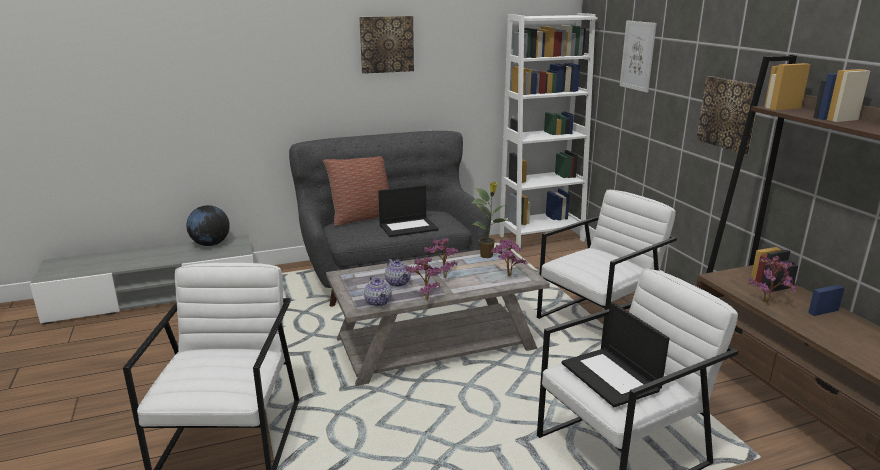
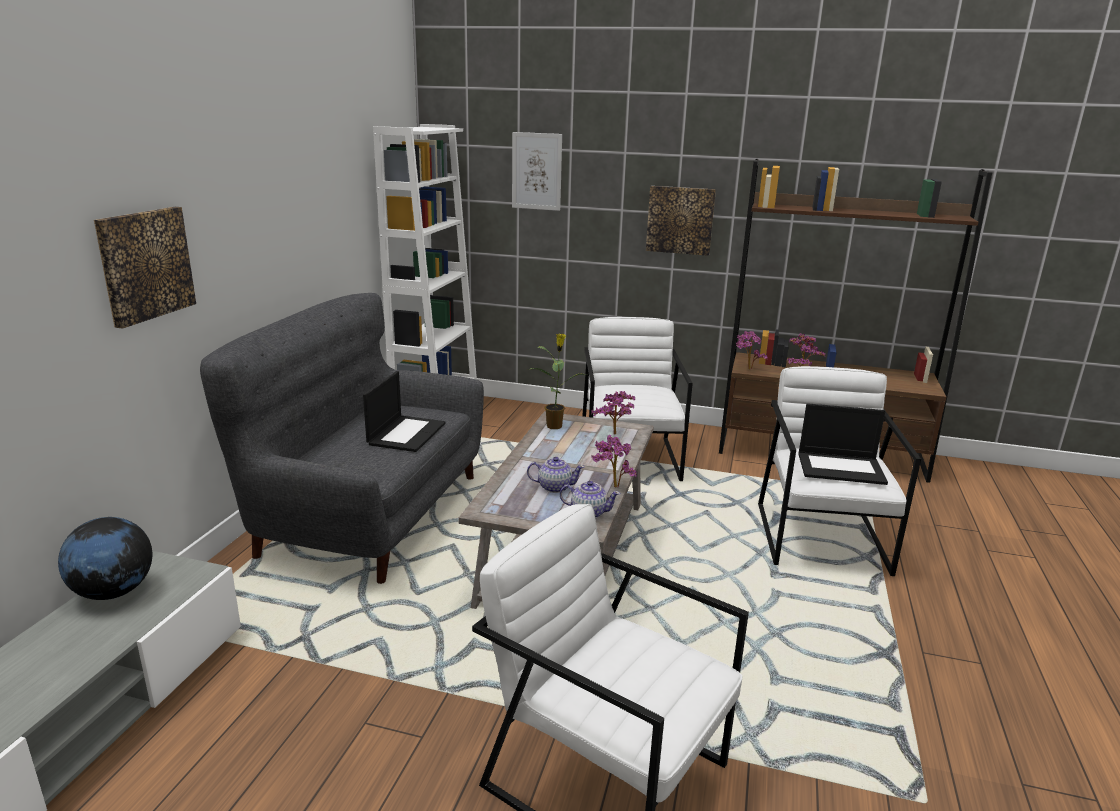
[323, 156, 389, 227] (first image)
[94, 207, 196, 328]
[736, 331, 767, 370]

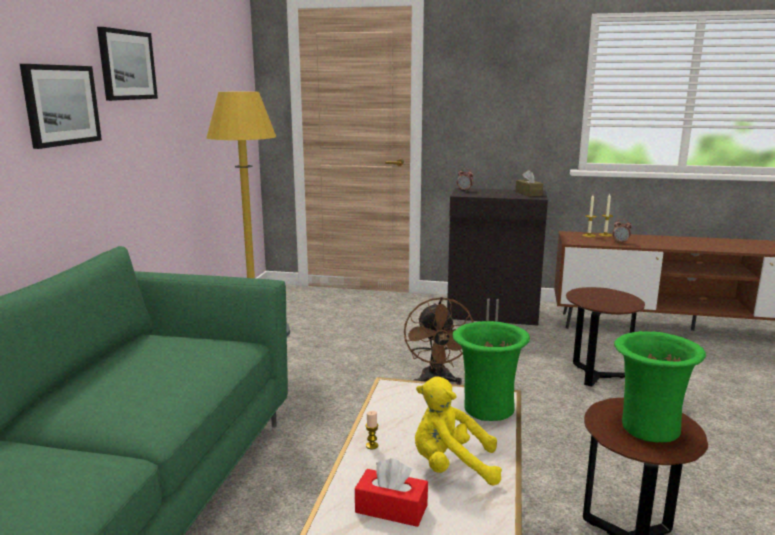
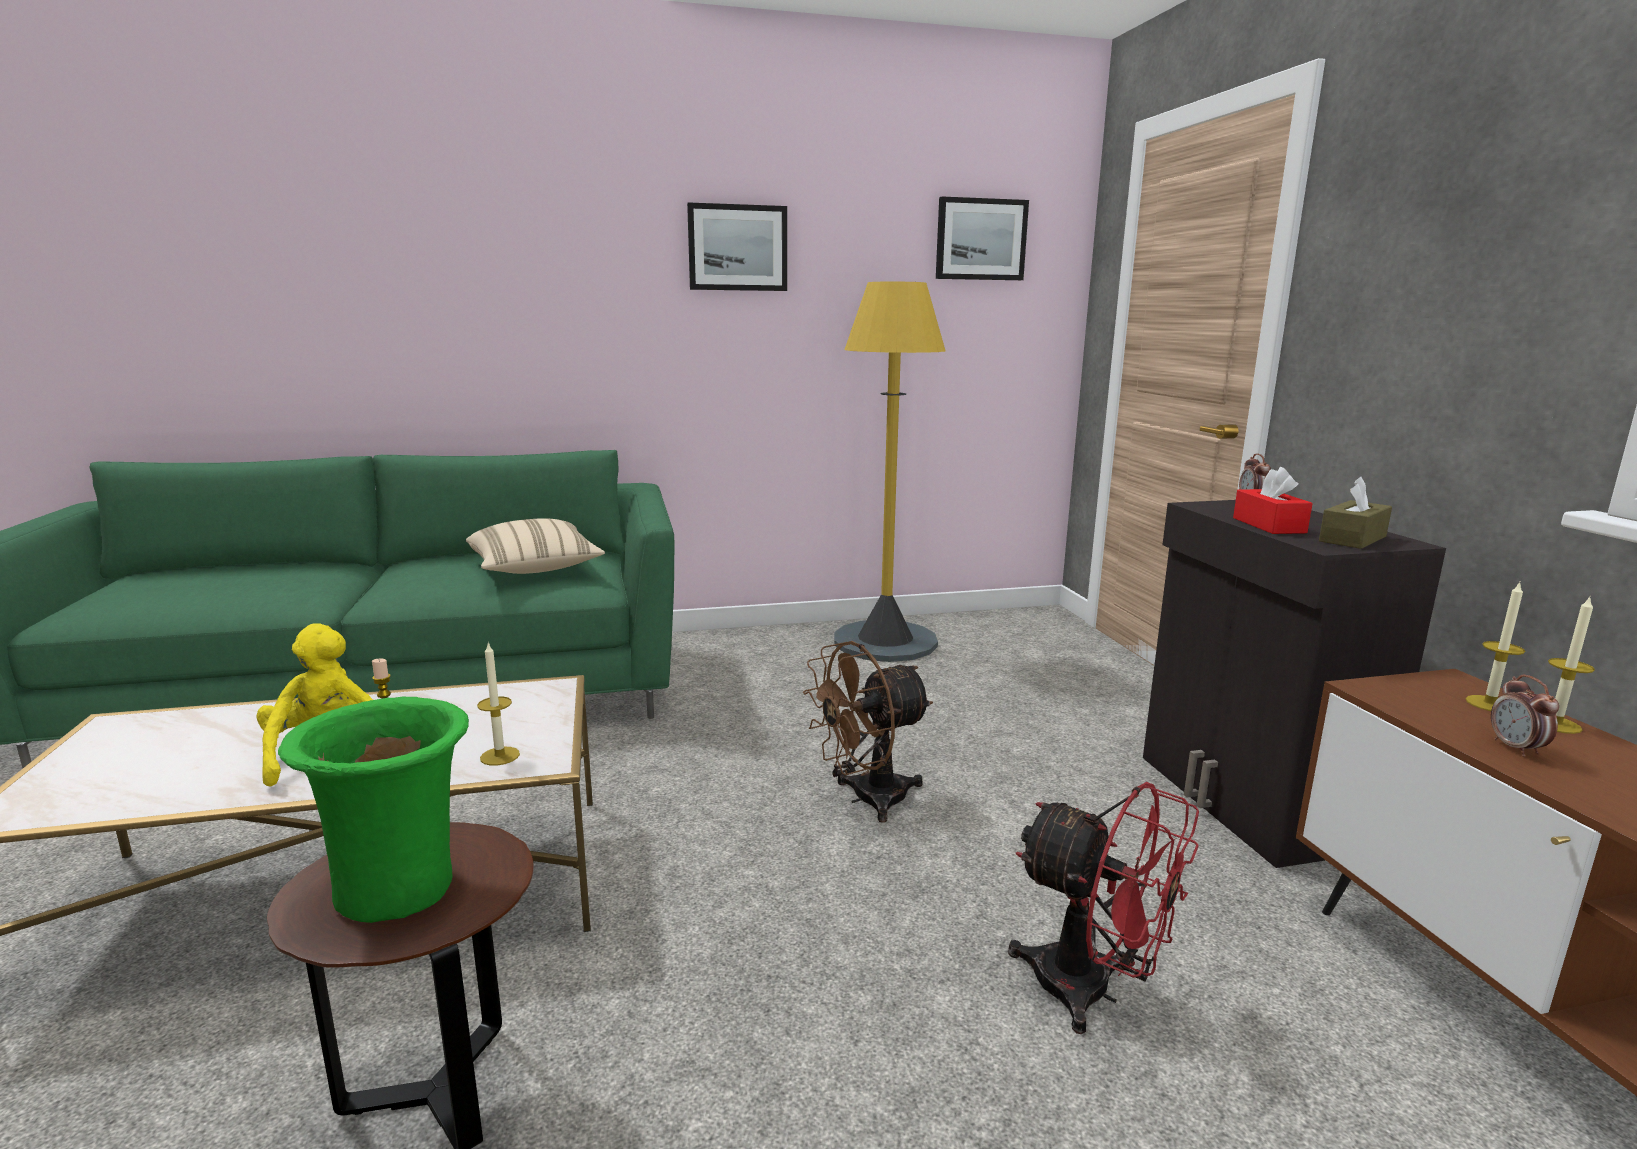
[936, 197, 1029, 280]
[1233, 467, 1313, 534]
[477, 643, 520, 766]
[1008, 782, 1199, 1034]
[466, 518, 605, 574]

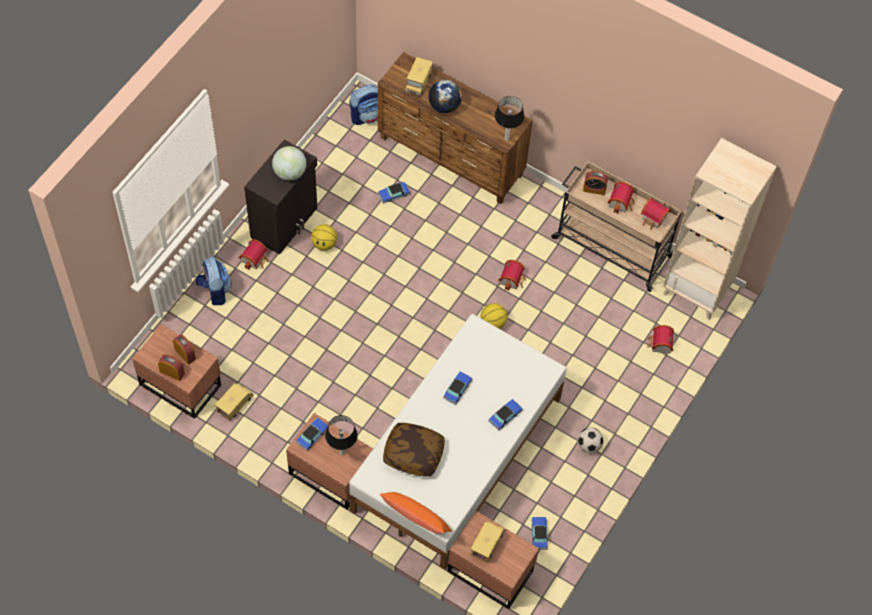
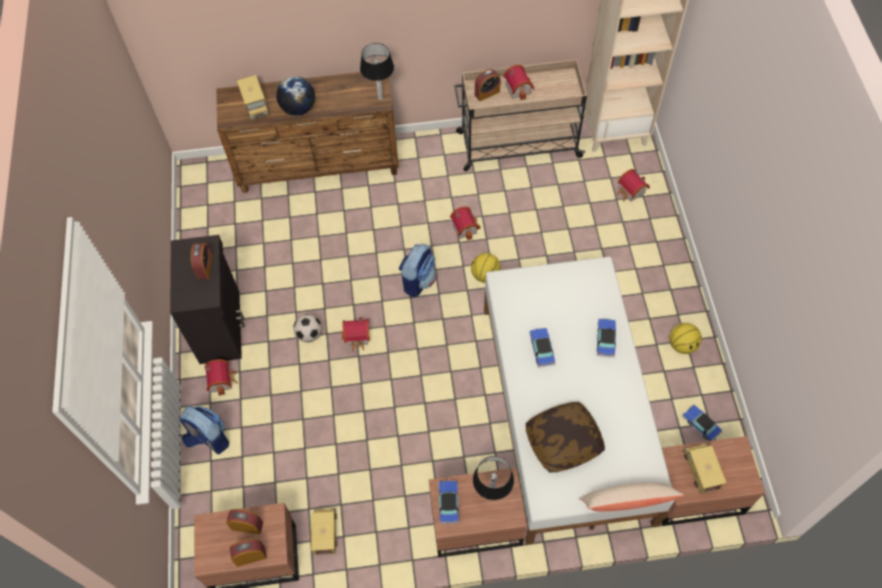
[191, 243, 213, 279]
[669, 323, 702, 354]
[399, 244, 436, 297]
[378, 182, 410, 204] (first image)
[579, 482, 684, 512]
[293, 314, 322, 342]
[342, 317, 370, 351]

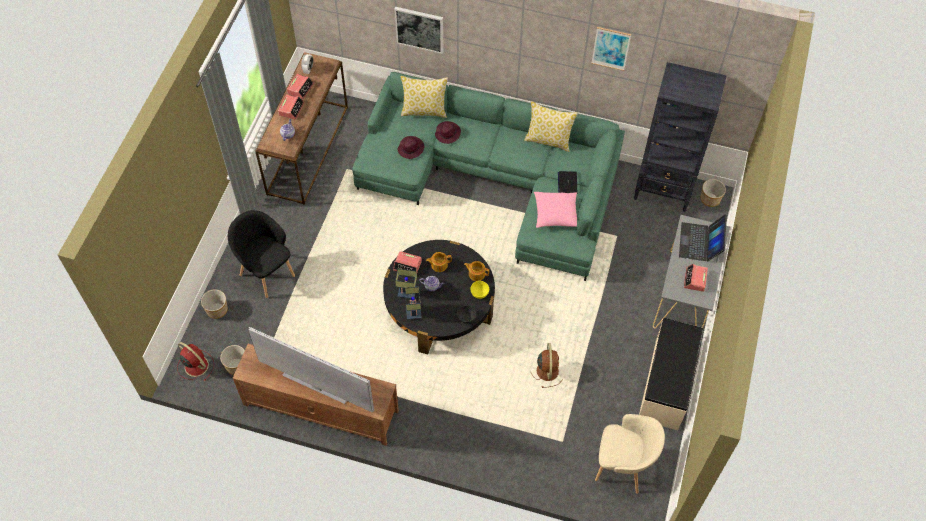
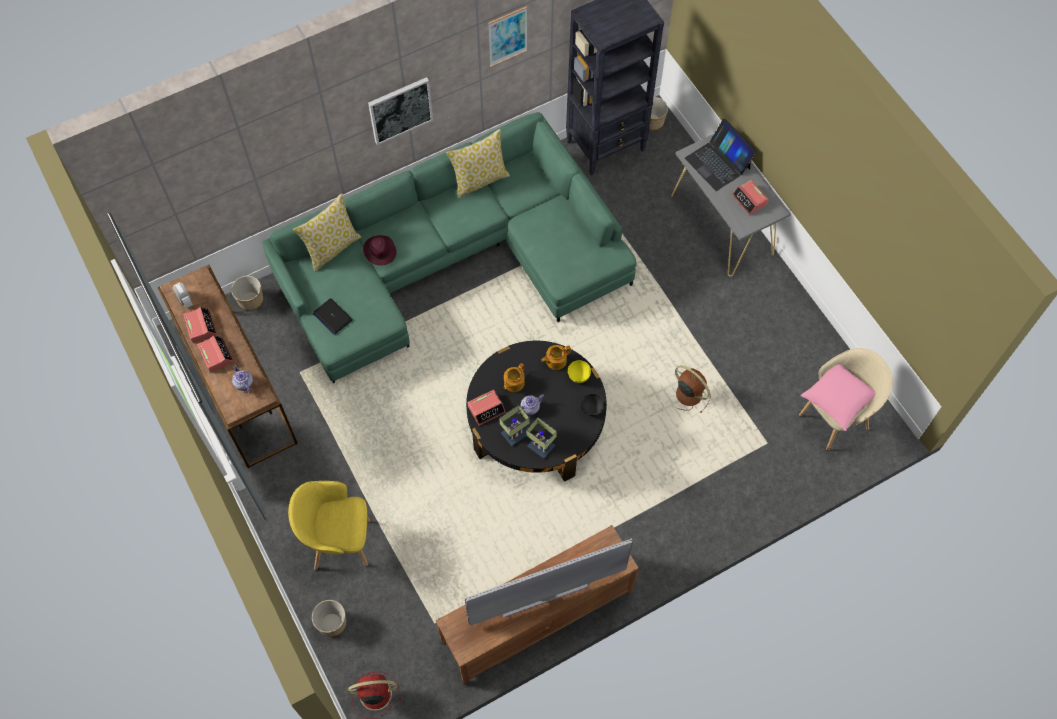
[231, 276, 263, 310]
[288, 481, 371, 570]
[368, 77, 433, 145]
[397, 136, 424, 159] (first image)
[800, 365, 875, 431]
[313, 298, 353, 334]
[639, 318, 704, 430] (first image)

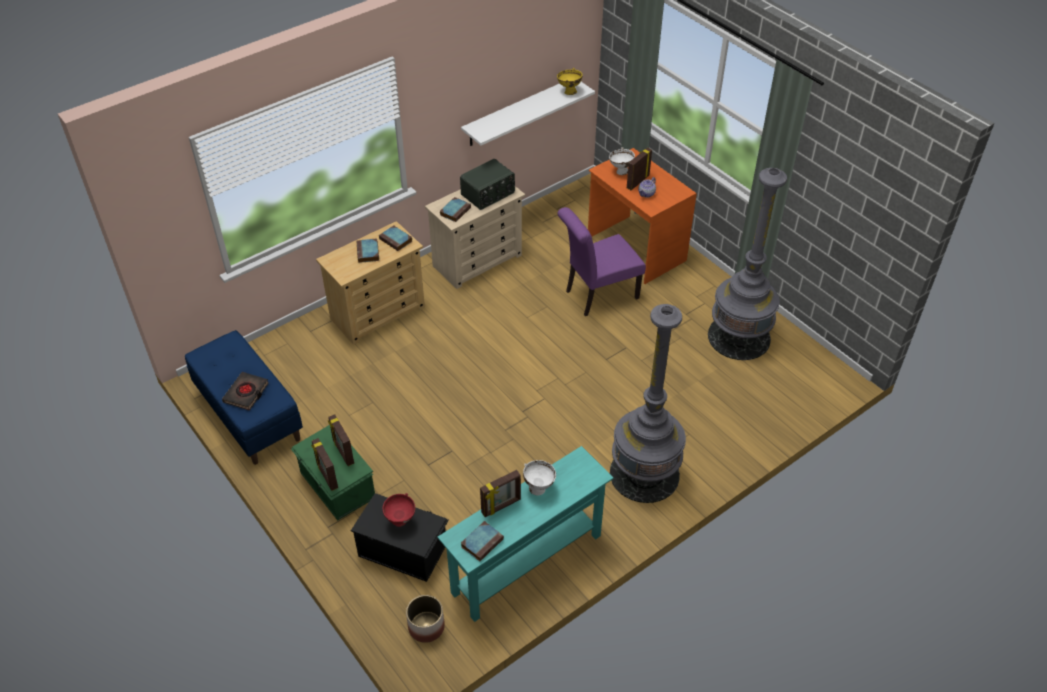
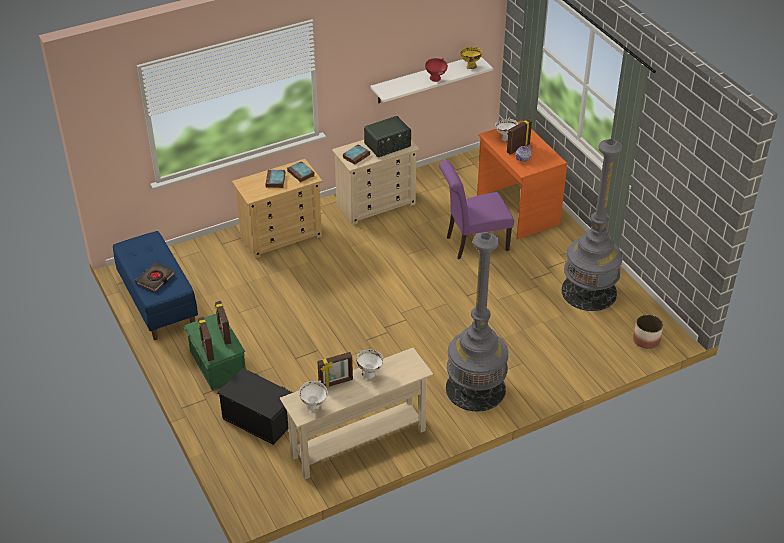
[425, 58, 448, 82]
[633, 314, 663, 349]
[280, 347, 433, 479]
[299, 380, 328, 411]

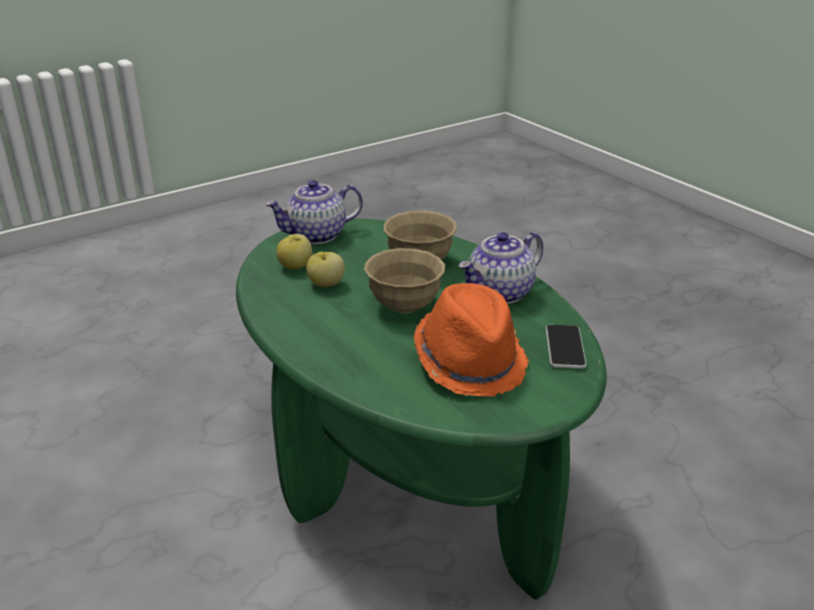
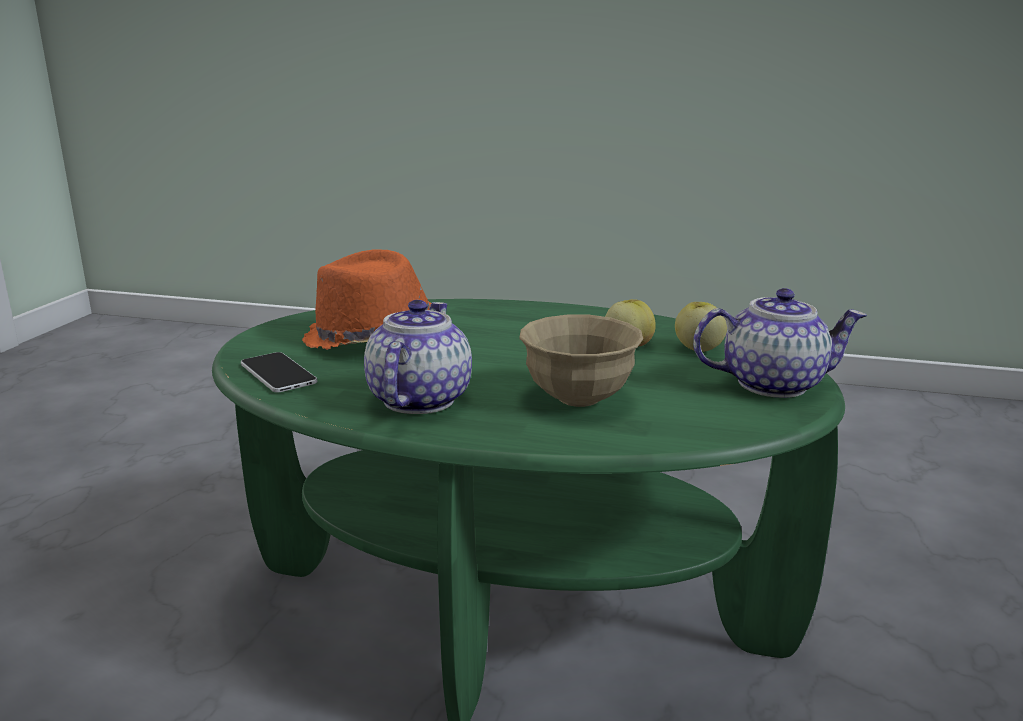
[693, 288, 867, 398]
[364, 248, 445, 313] (first image)

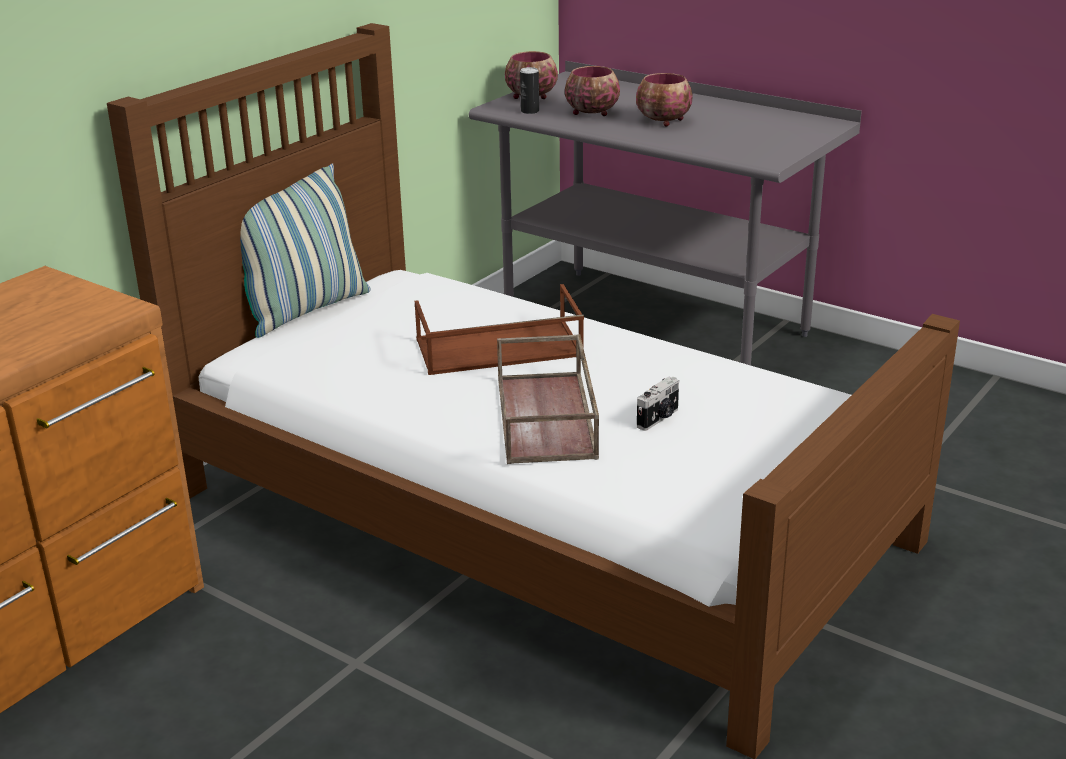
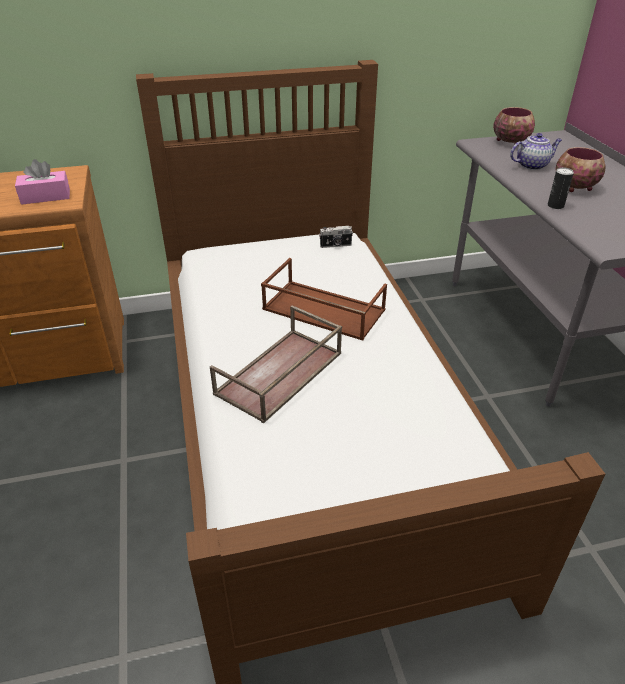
[240, 163, 371, 338] (first image)
[548, 167, 574, 209]
[510, 133, 562, 170]
[319, 226, 353, 248]
[15, 159, 70, 205]

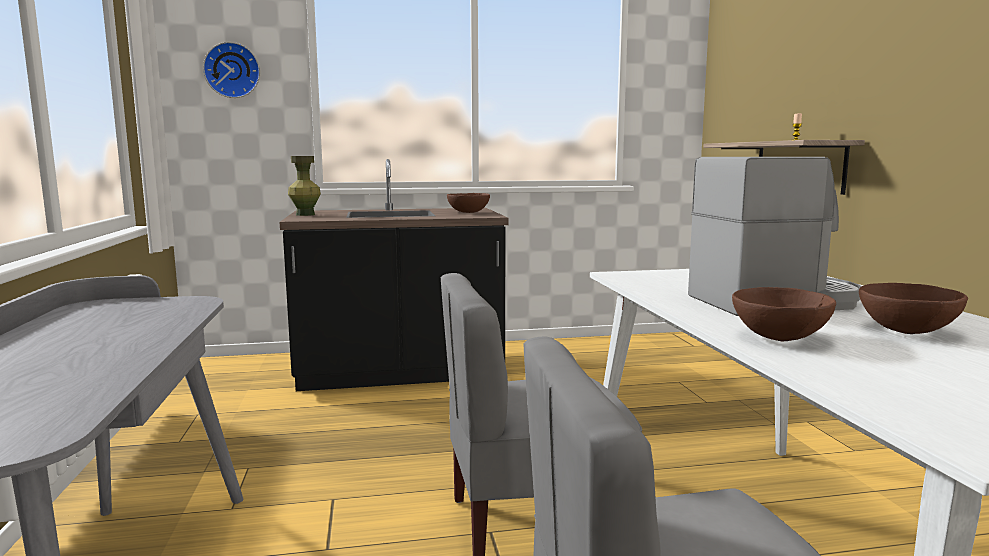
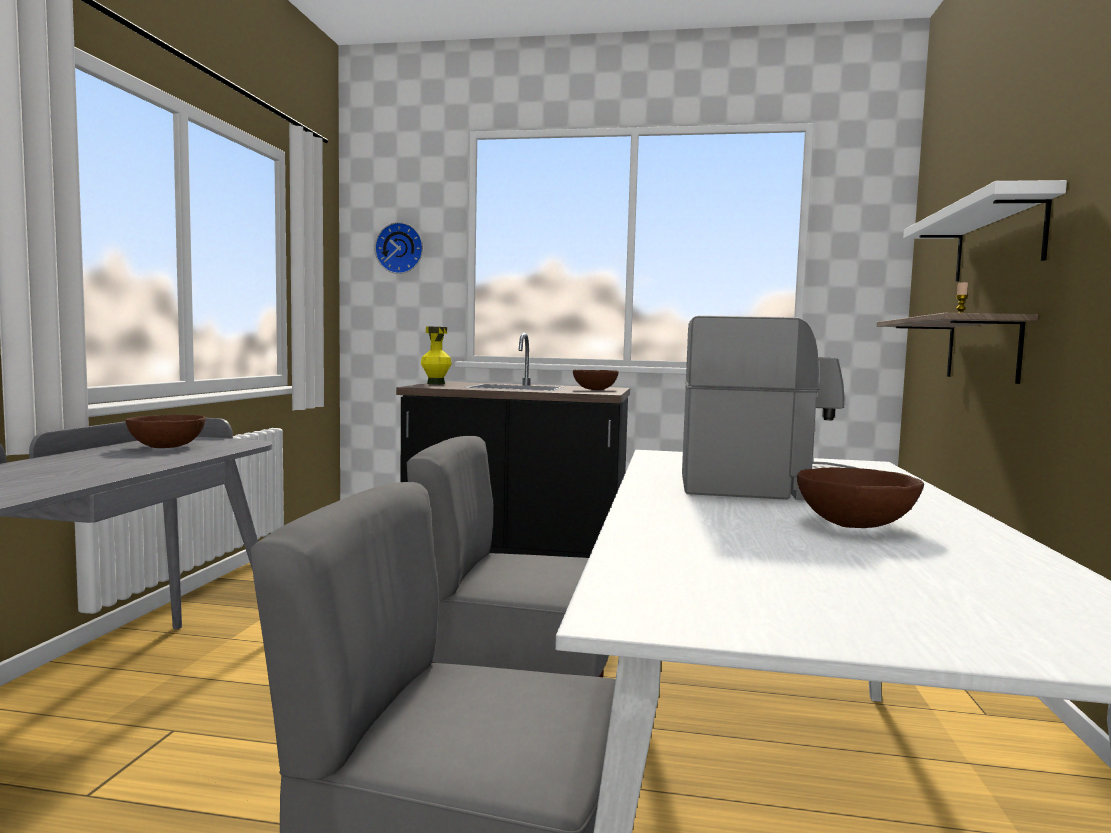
[421, 327, 452, 385]
[125, 415, 205, 448]
[903, 180, 1067, 282]

